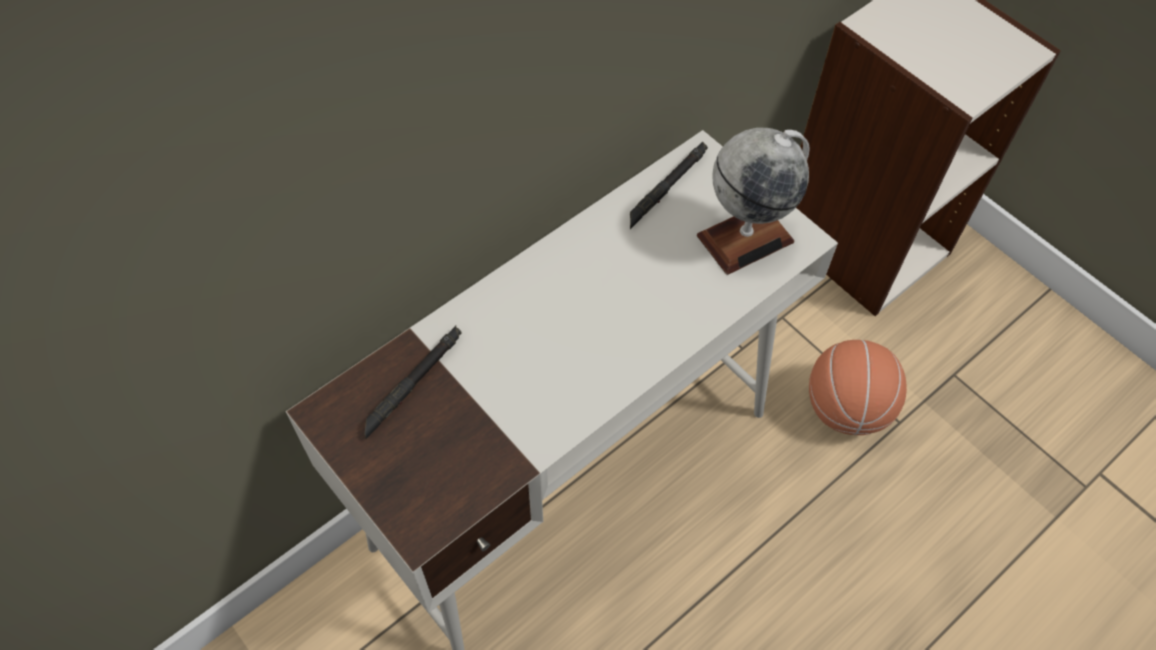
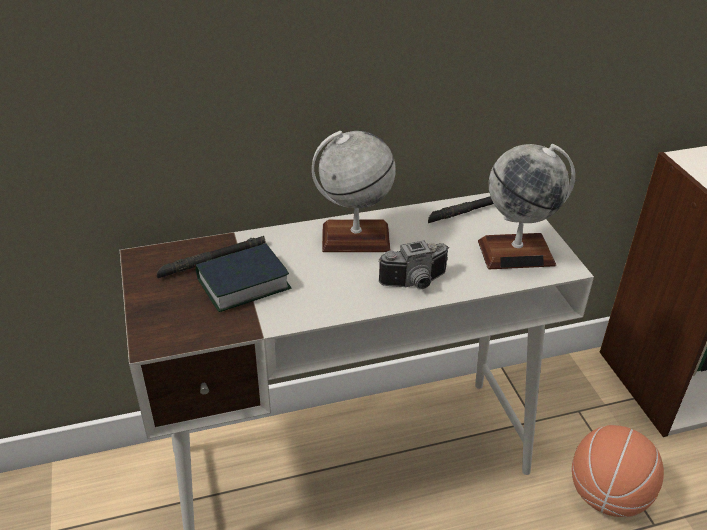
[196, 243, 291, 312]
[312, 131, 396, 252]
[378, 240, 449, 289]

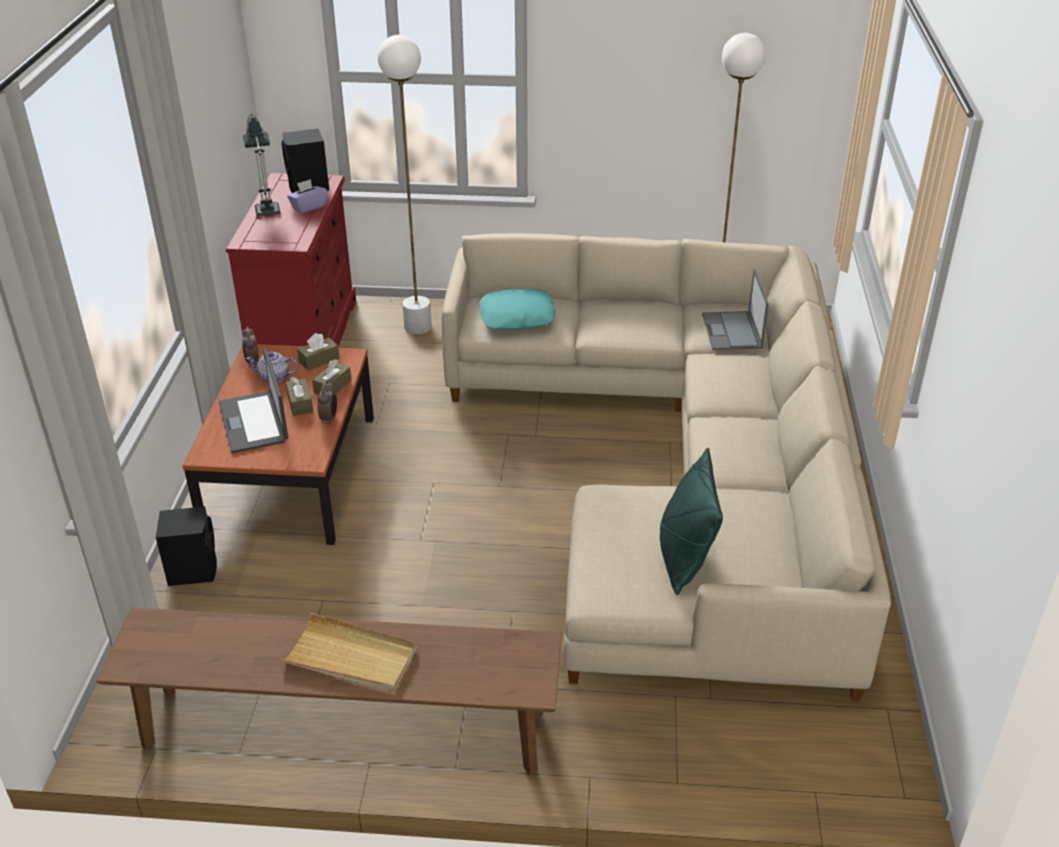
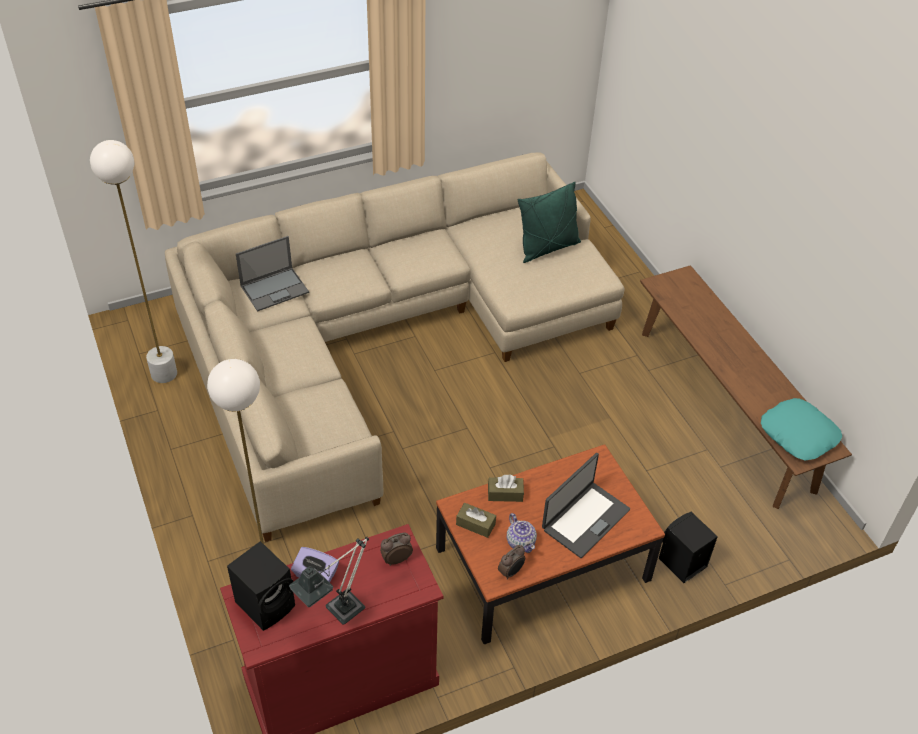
[280, 613, 417, 692] (first image)
[286, 377, 313, 416] (first image)
[380, 532, 413, 566]
[761, 398, 842, 460]

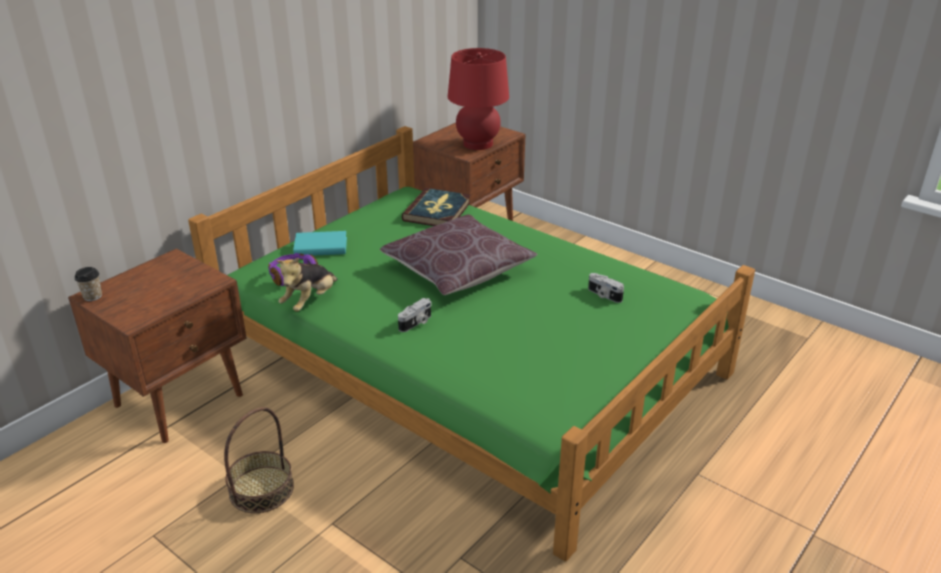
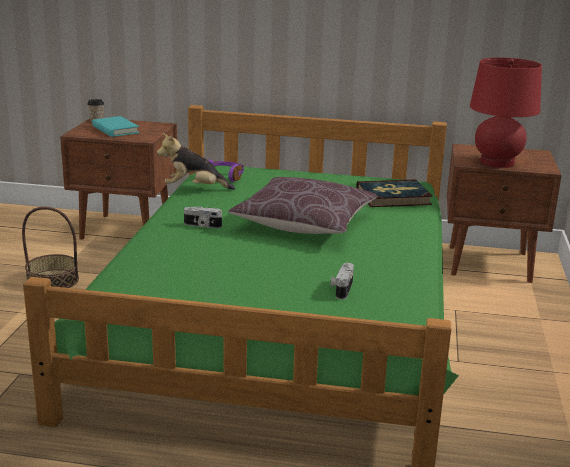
[92, 116, 139, 137]

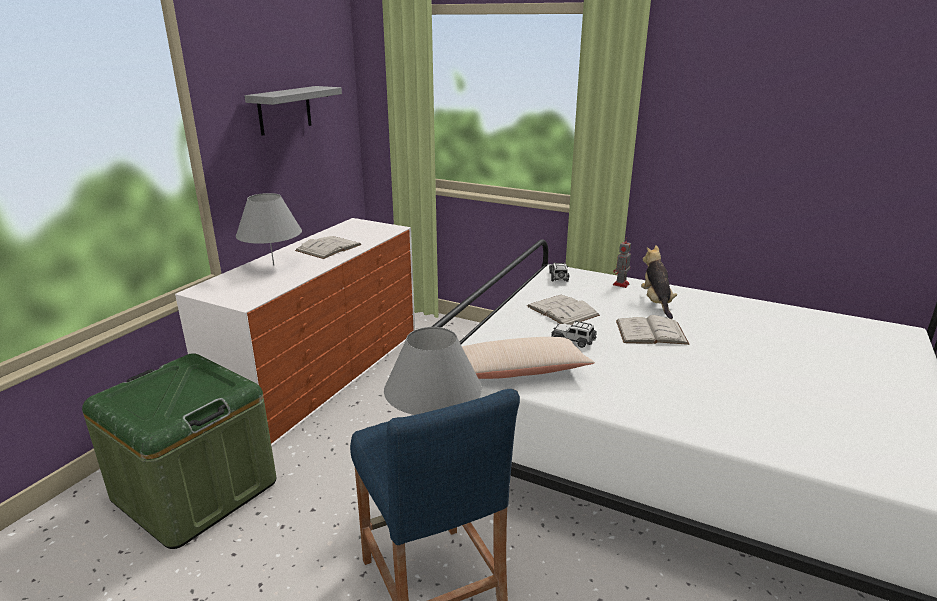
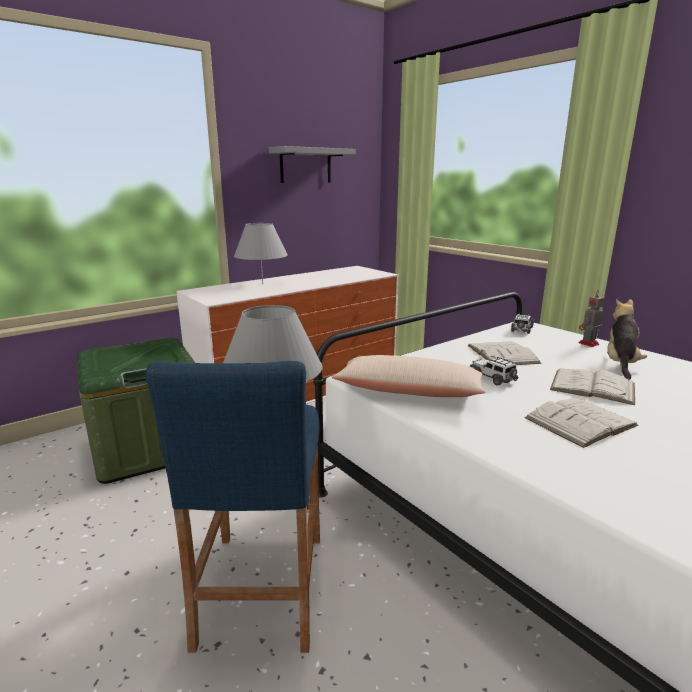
[524, 398, 638, 448]

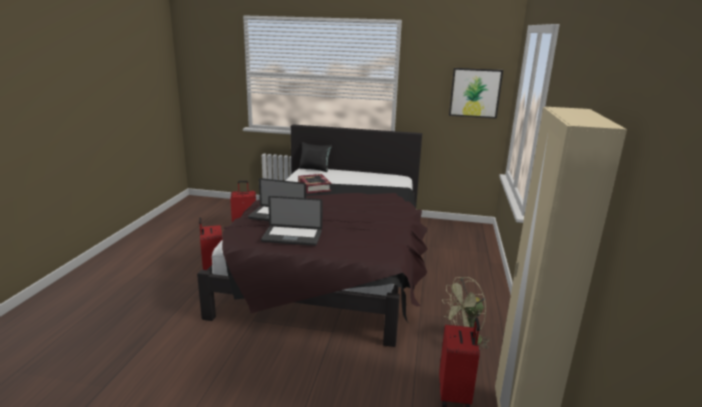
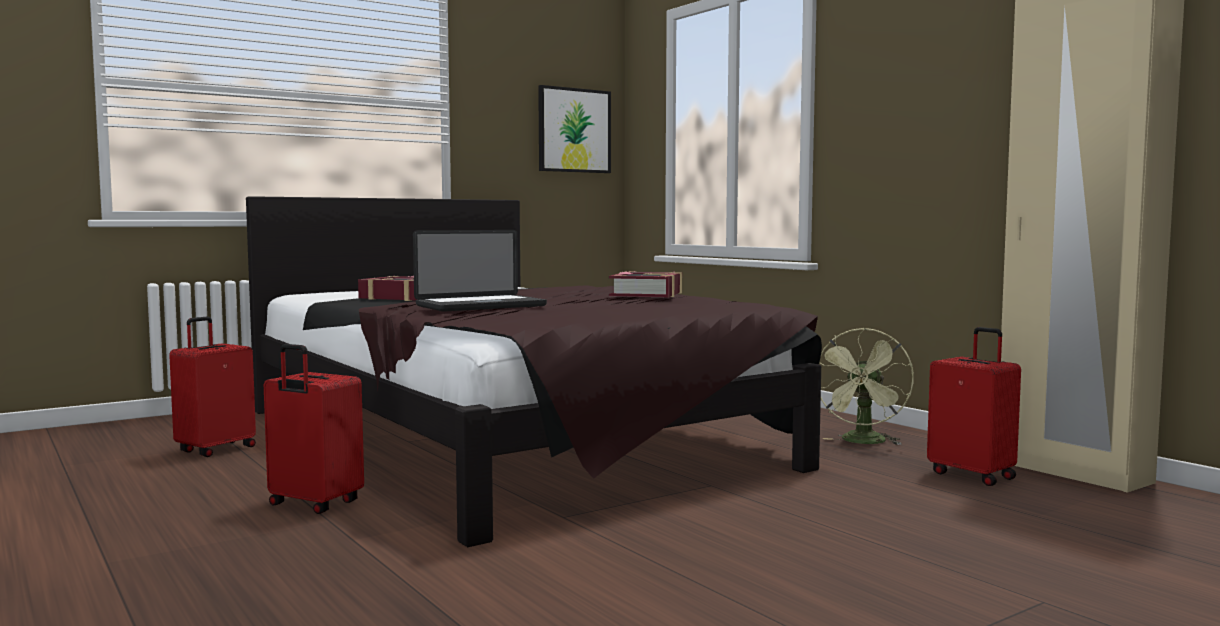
[261, 196, 323, 246] (first image)
[299, 142, 332, 172] (first image)
[609, 271, 682, 297]

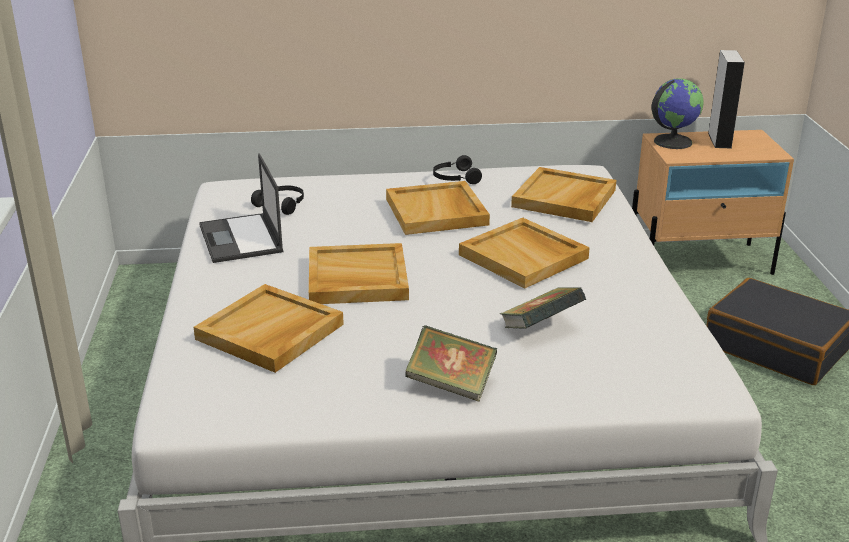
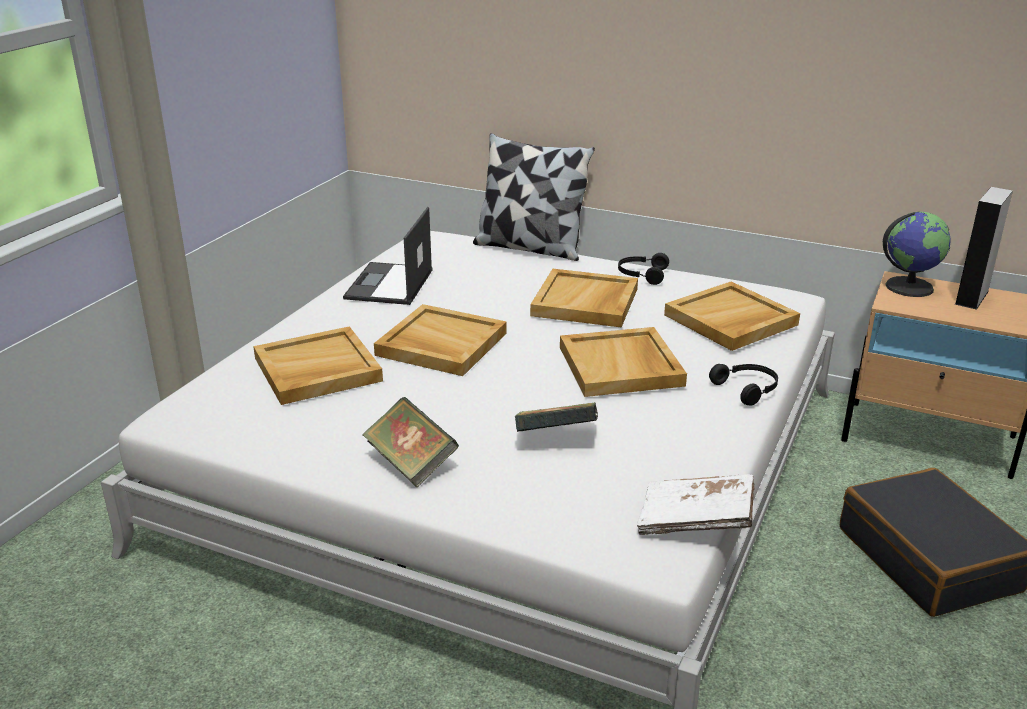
[709, 364, 778, 406]
[473, 133, 595, 261]
[637, 474, 754, 535]

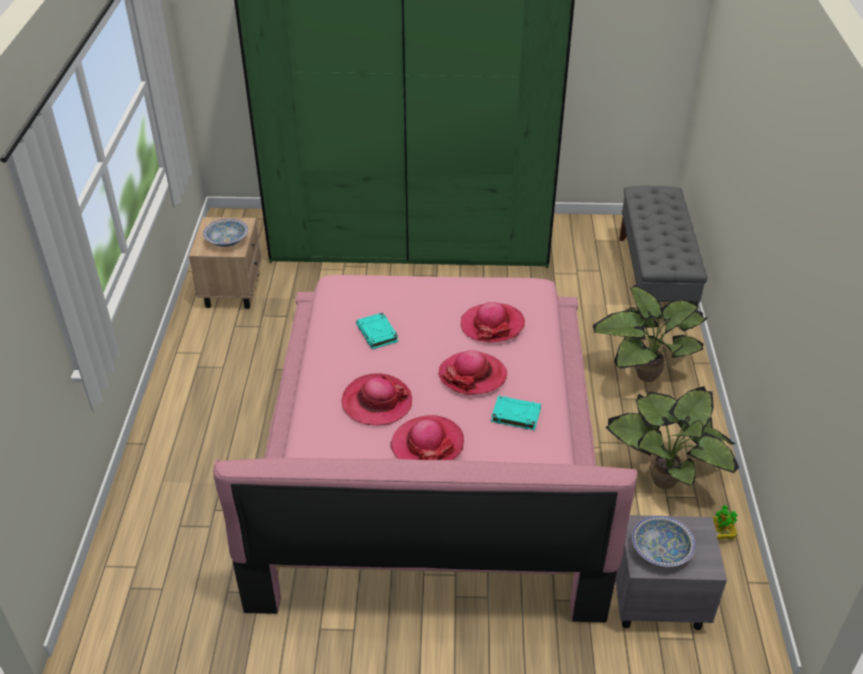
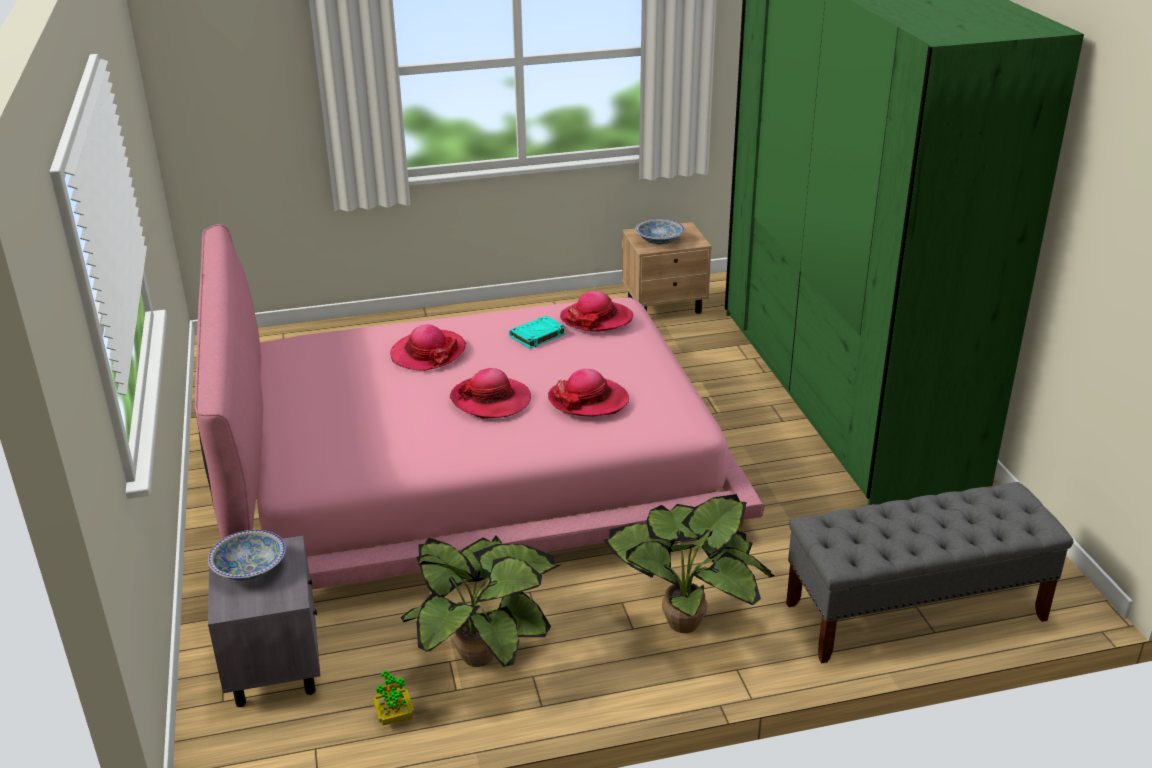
[560, 291, 633, 332]
[491, 396, 541, 430] (first image)

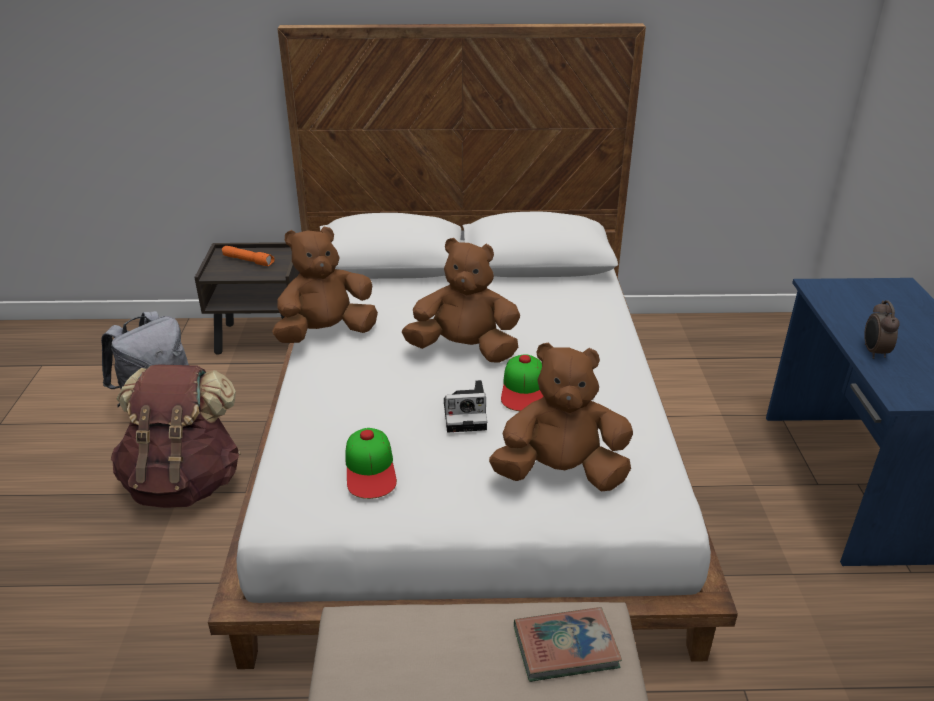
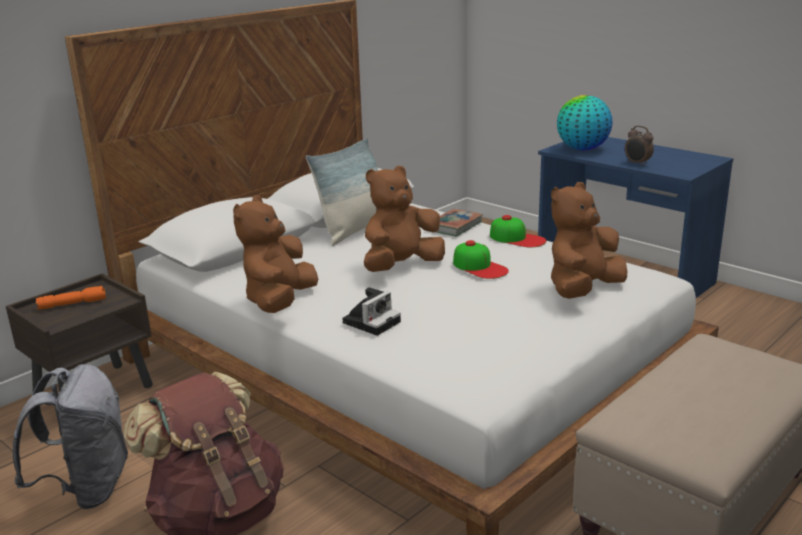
[490, 215, 546, 248]
[343, 287, 401, 336]
[436, 209, 483, 236]
[306, 138, 378, 246]
[557, 95, 613, 151]

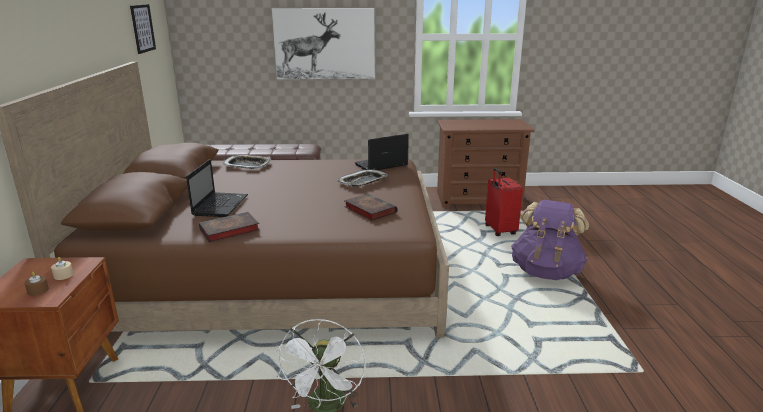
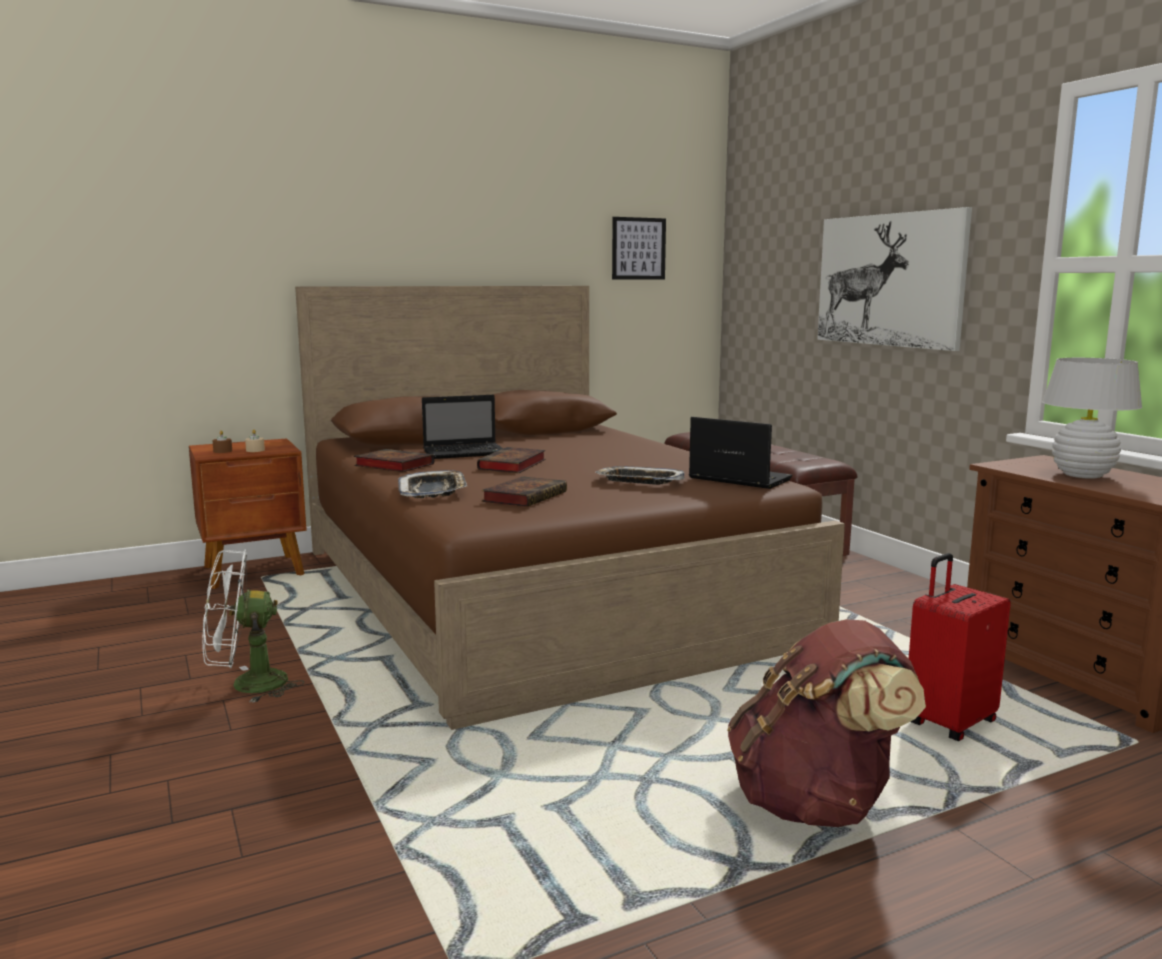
[398, 470, 467, 498]
[727, 619, 926, 827]
[477, 447, 546, 473]
[1042, 358, 1142, 479]

